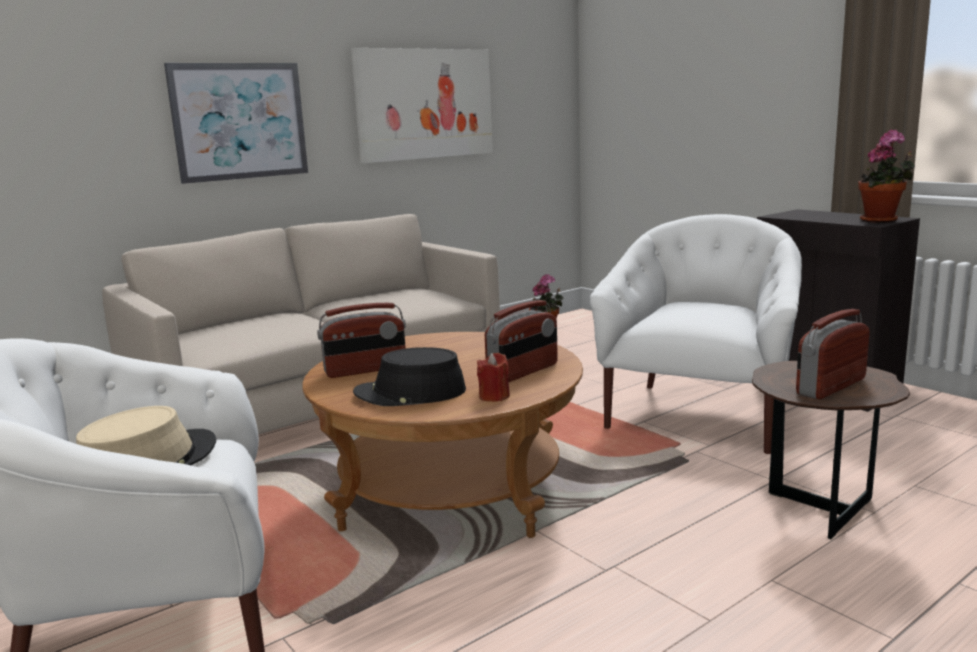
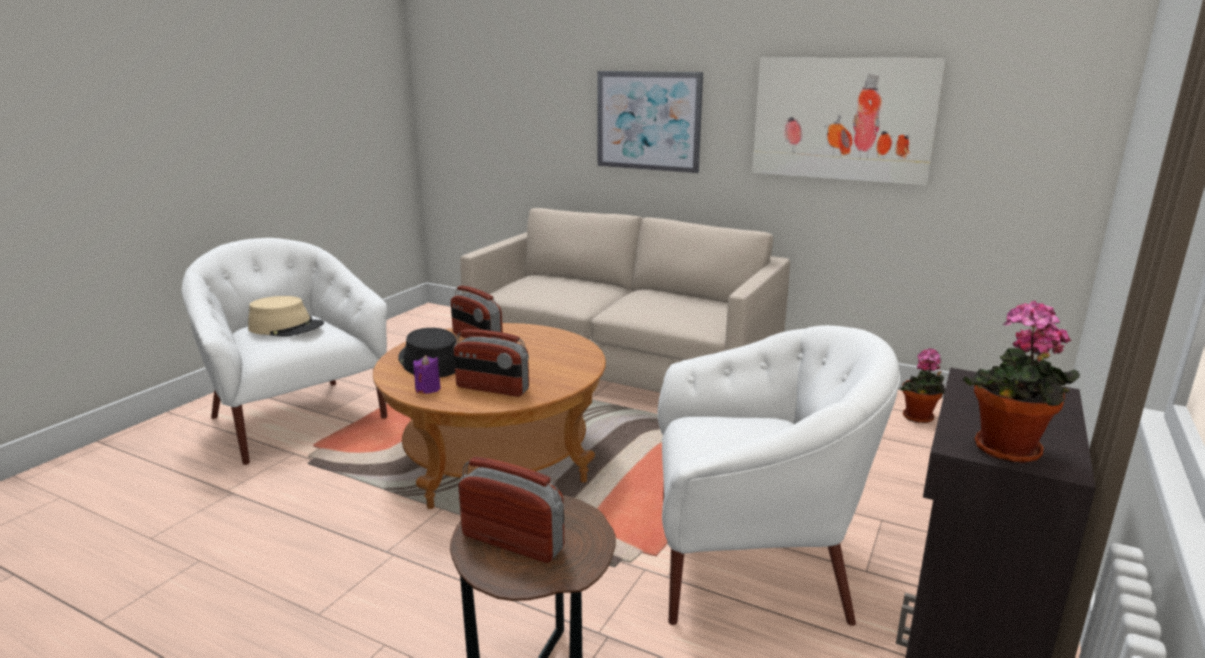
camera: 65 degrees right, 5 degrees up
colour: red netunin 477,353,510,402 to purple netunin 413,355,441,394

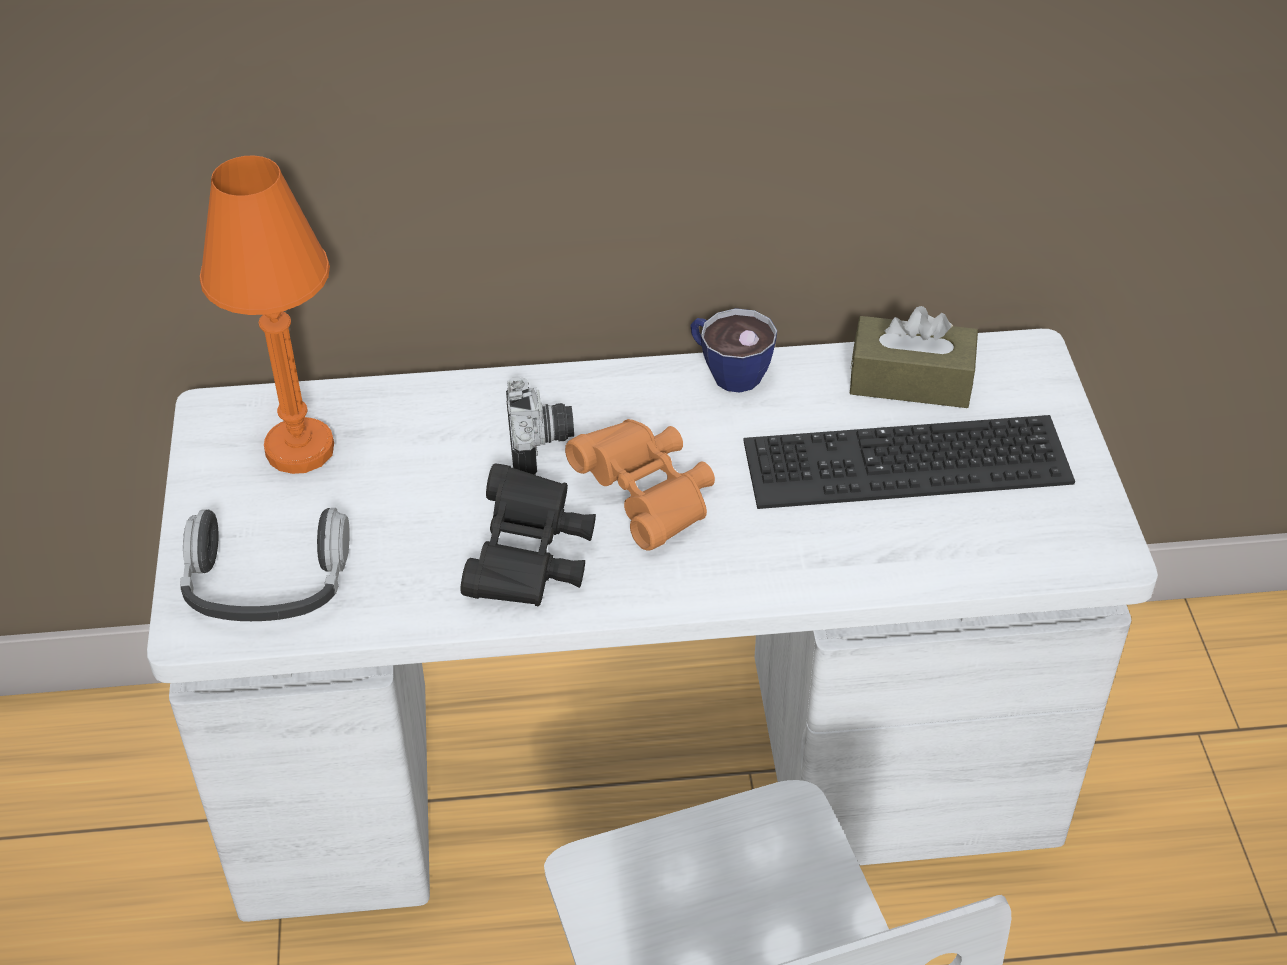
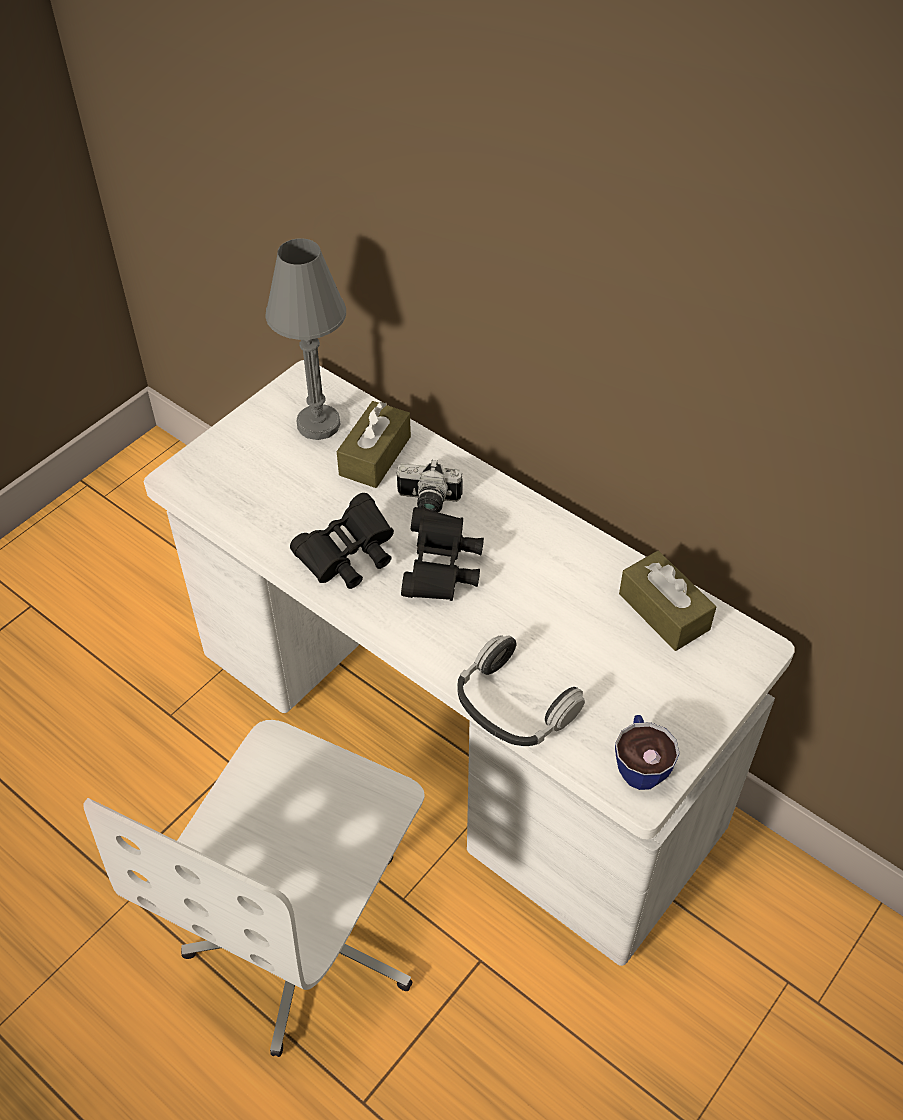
camera: 45 degrees right, 5 degrees up
missing: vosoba 744,415,1075,509
appeared: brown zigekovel 337,401,411,488
relocated: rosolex 180,508,350,621 to 458,635,585,746; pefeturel 690,308,777,393 to 615,715,680,790
colour: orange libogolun 200,156,334,474 to grey libogolun 265,238,346,440; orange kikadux 565,419,715,551 to black kikadux 401,507,484,601
spun: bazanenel 506,377,574,475 = 397,459,463,513 60 degrees clockwise

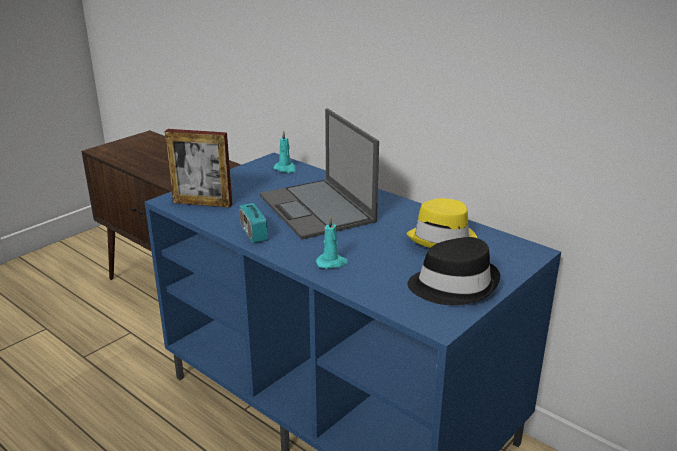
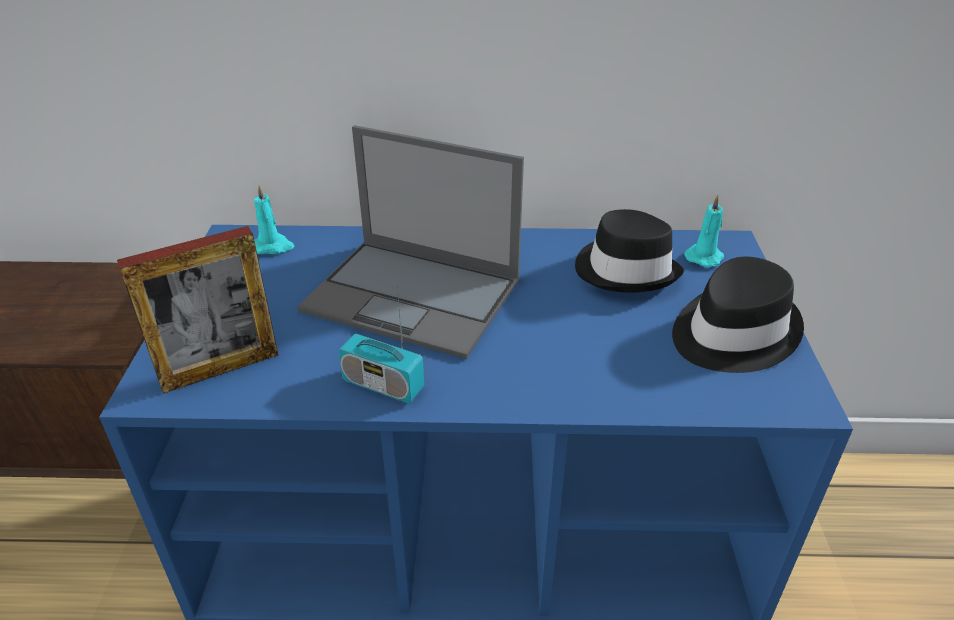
camera: 40 degrees left, 10 degrees up
relocated: turquoise netunin 316,216,348,269 to 684,195,724,267
colour: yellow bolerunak 406,198,477,248 to black bolerunak 575,209,684,292

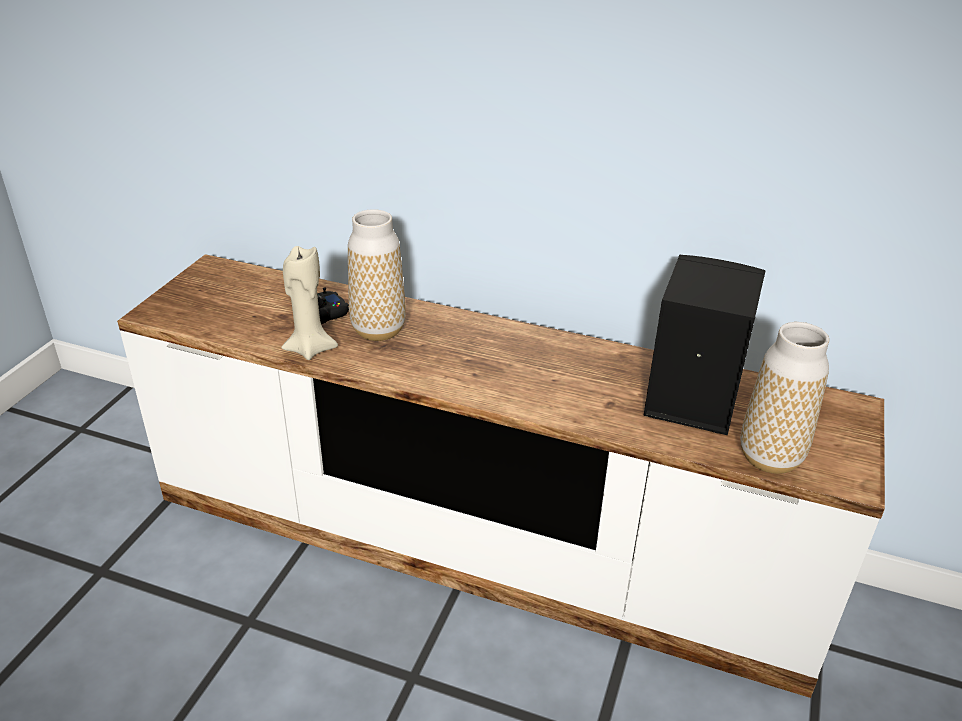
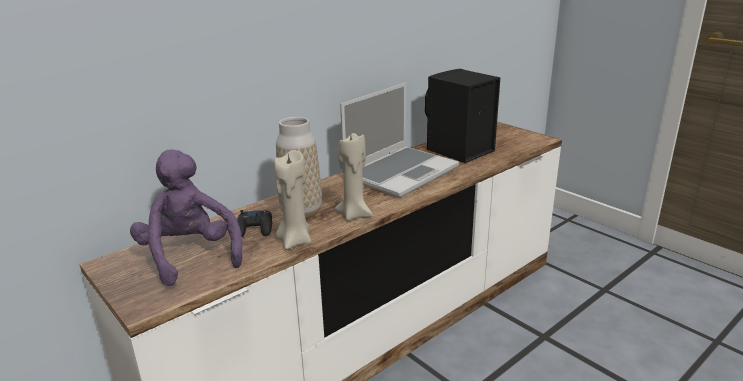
camera: 60 degrees left, 10 degrees down
missing: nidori 740,322,829,474
appeared: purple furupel 130,149,243,286; beige netunin 335,133,373,221; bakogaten 340,82,459,198

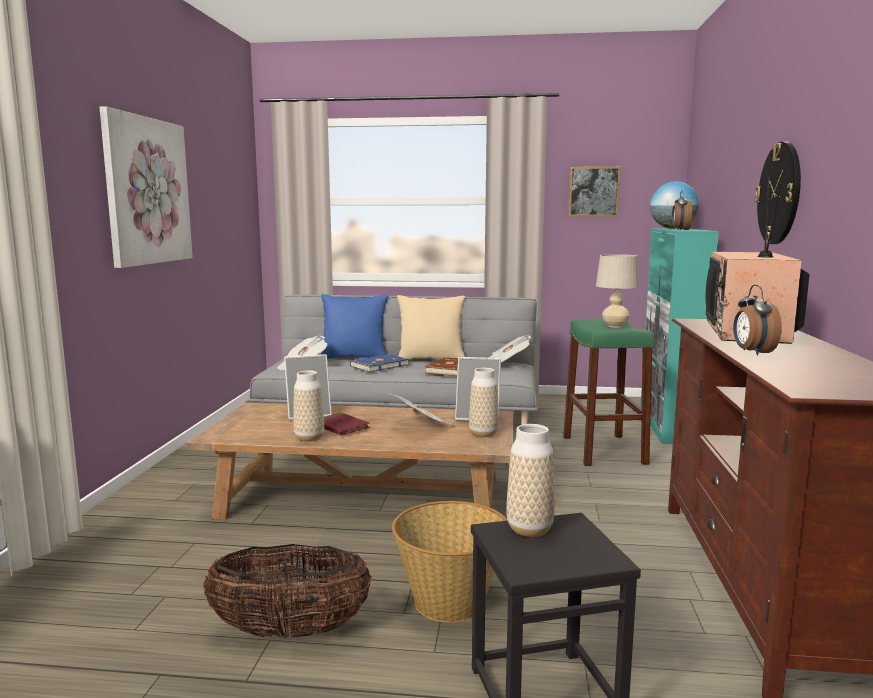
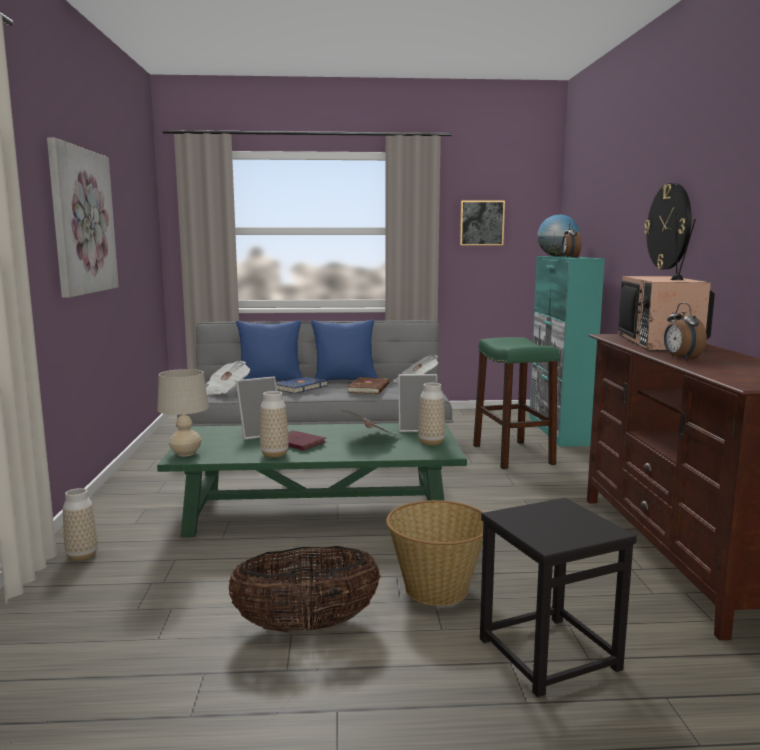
camera: 10 degrees left, 0 degrees up
relocated: nidori 506,424,555,537 to 63,488,98,561; beige libogolun 596,254,639,327 to 157,369,209,457
colour: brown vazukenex 187,403,514,520 to green vazukenex 157,422,467,537; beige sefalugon 397,295,465,360 to blue sefalugon 311,320,378,381

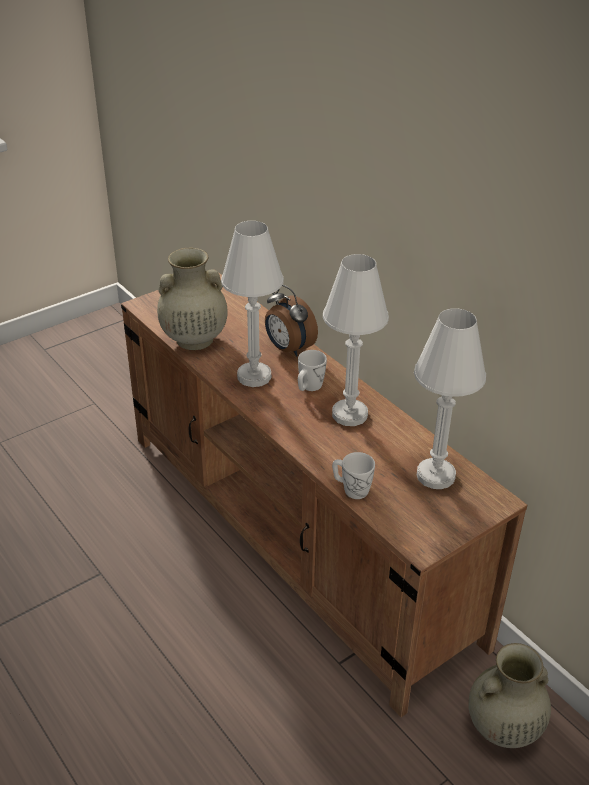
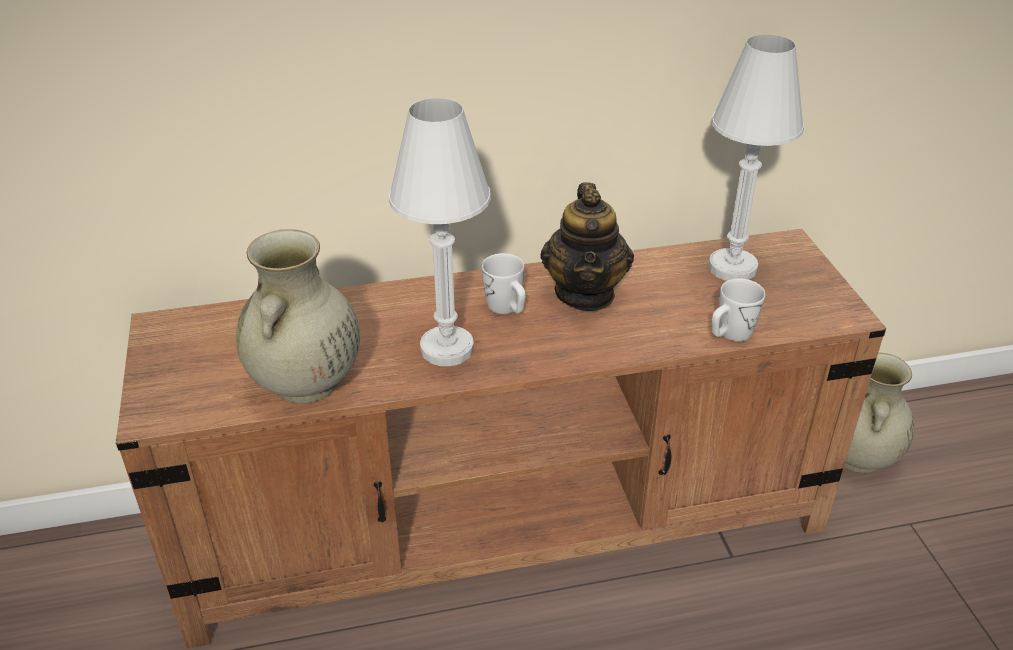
camera: 65 degrees left, 0 degrees up
missing: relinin 265,285,318,357
exchanged: white libogolun 323,254,389,426 to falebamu 540,182,634,311

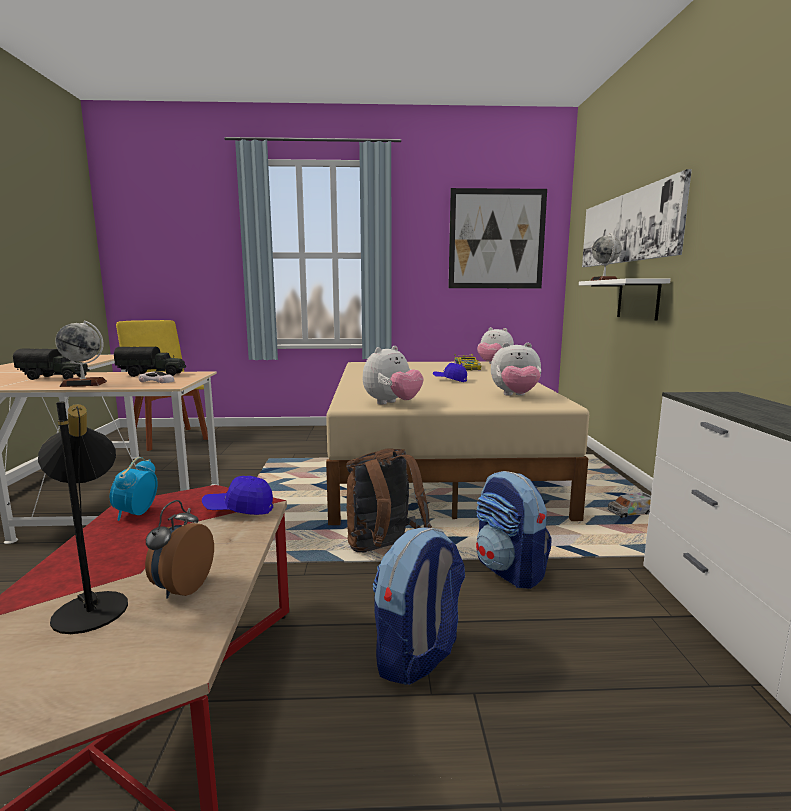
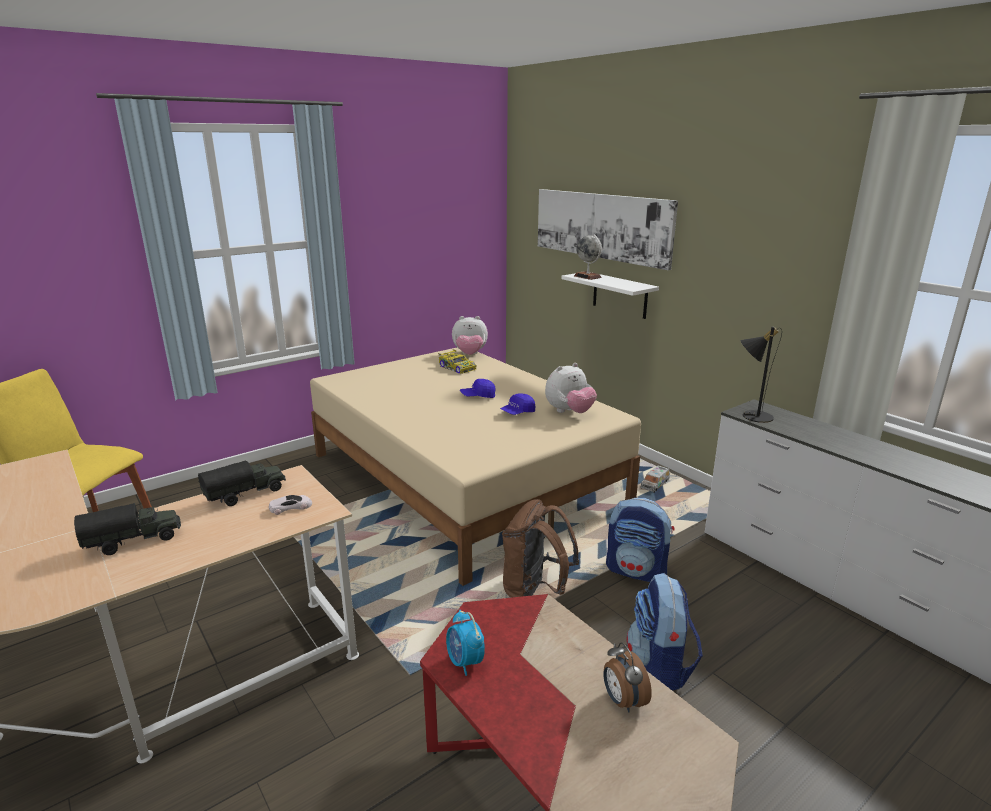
camera: 35 degrees left, 10 degrees up
missing: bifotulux 55,321,107,387; furupel 363,346,424,405; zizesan 448,188,547,288
relocated: black libogolun 38,402,128,634 to 740,327,782,423; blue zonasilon 202,476,273,515 to 500,393,535,415

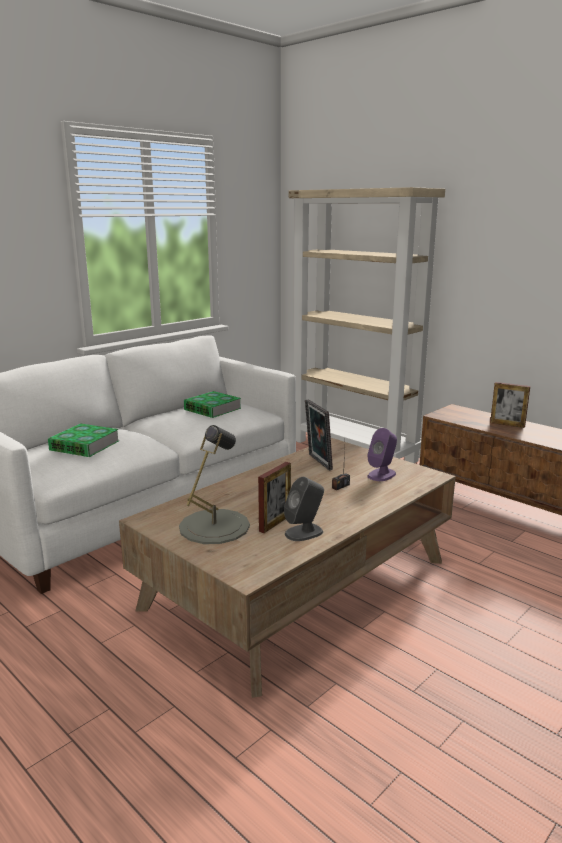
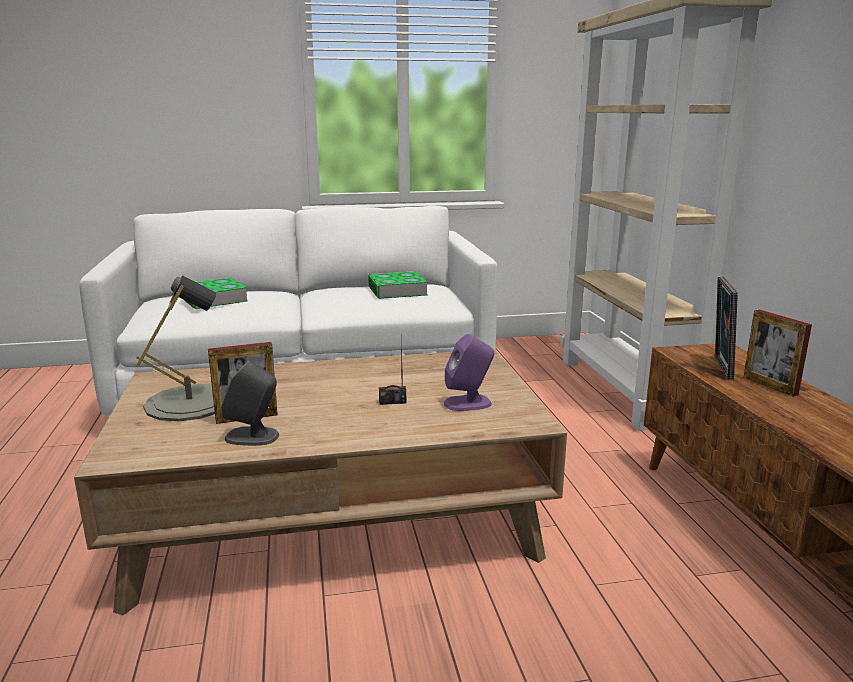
camera: 35 degrees right, 0 degrees up
relocated: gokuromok 305,399,333,470 to 715,277,738,380

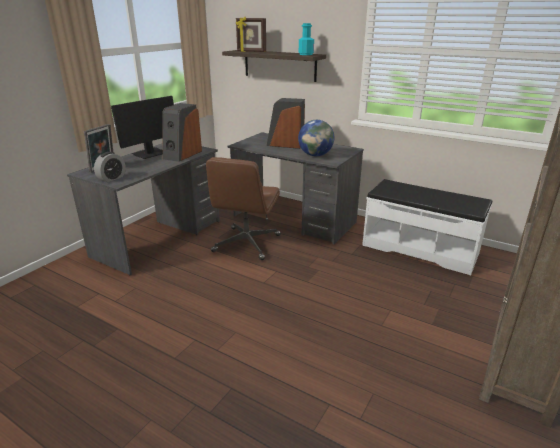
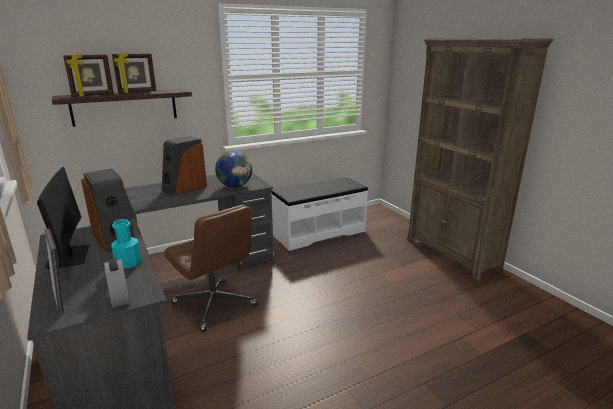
camera: 60 degrees left, 5 degrees down
appeared: gokuromok 112,53,156,93
relocated: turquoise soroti 299,23,314,55 to 111,219,141,268

